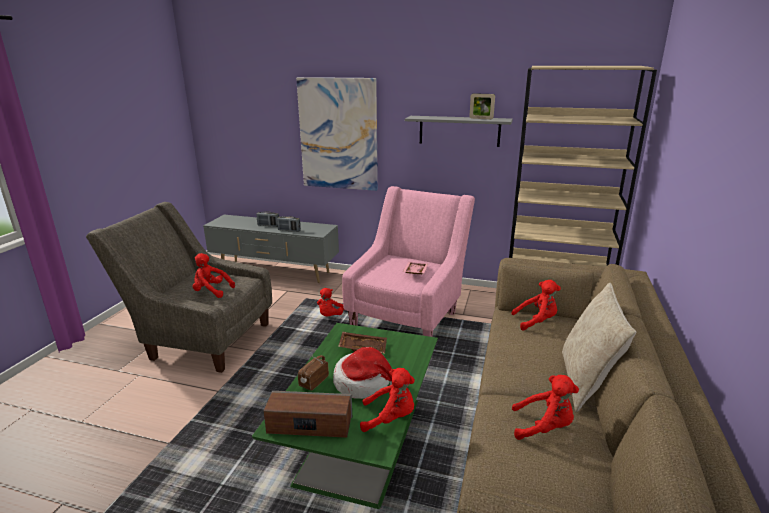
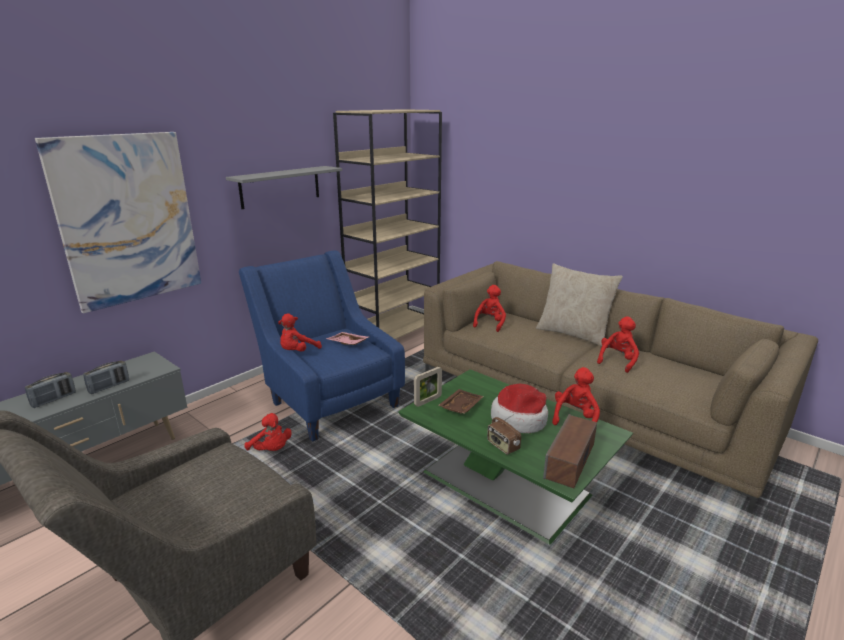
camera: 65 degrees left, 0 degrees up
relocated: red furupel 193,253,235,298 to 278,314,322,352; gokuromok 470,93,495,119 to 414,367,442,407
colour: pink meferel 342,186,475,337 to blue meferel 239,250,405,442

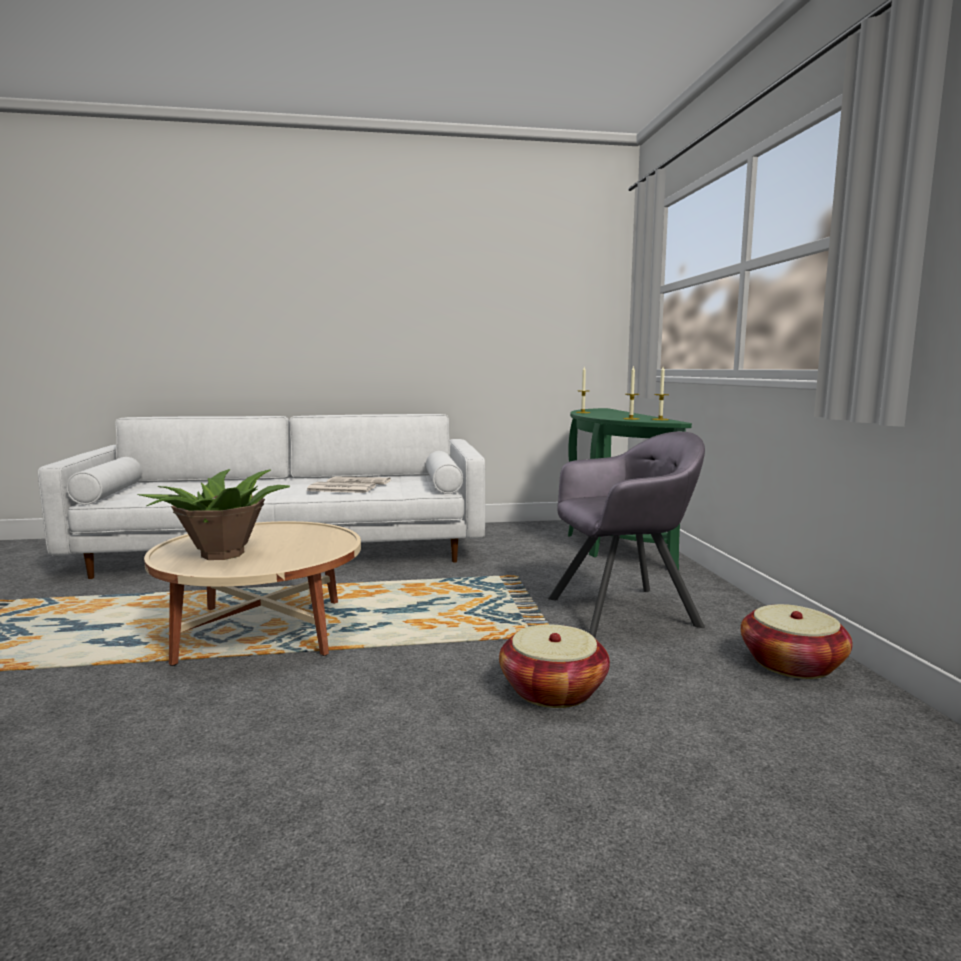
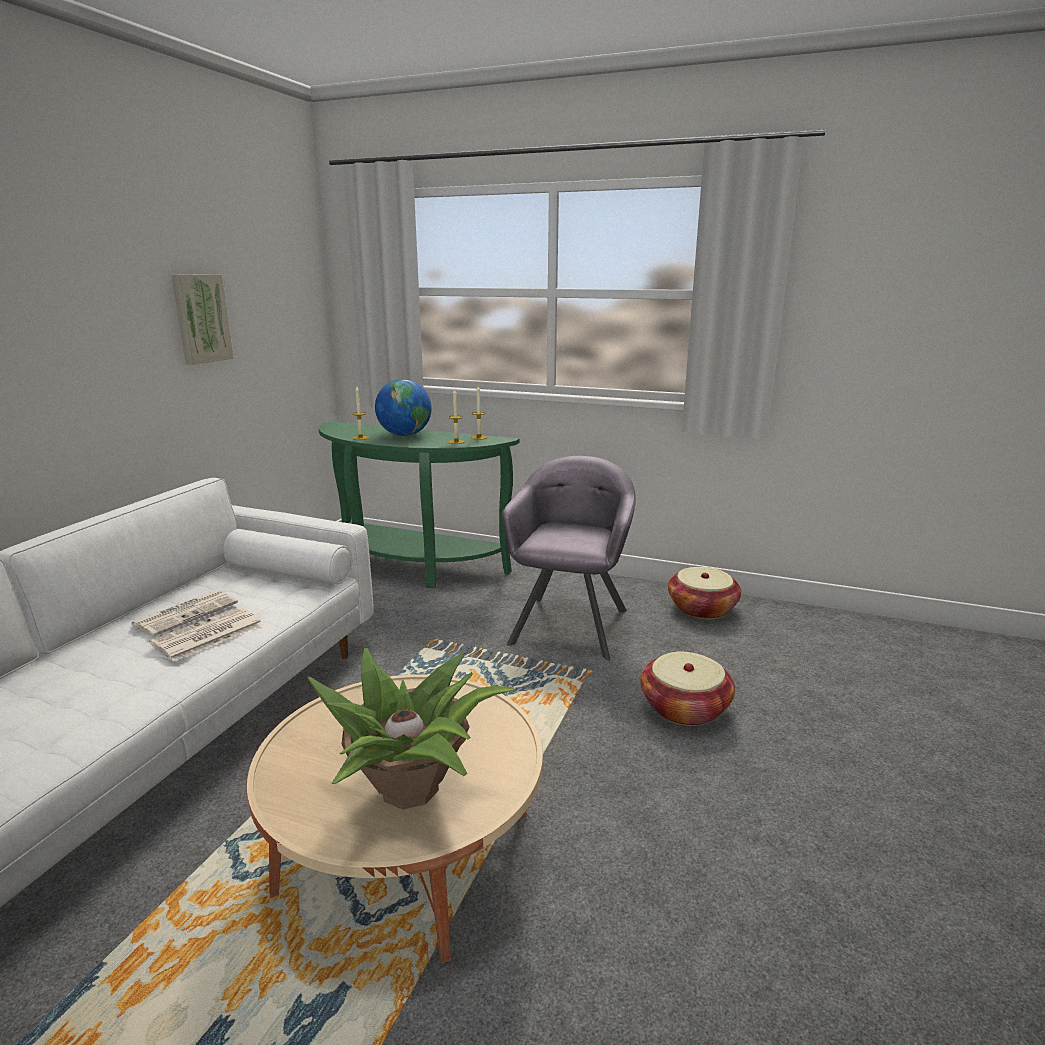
camera: 60 degrees left, 10 degrees up
appeared: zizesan 171,274,234,365; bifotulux 375,379,432,436

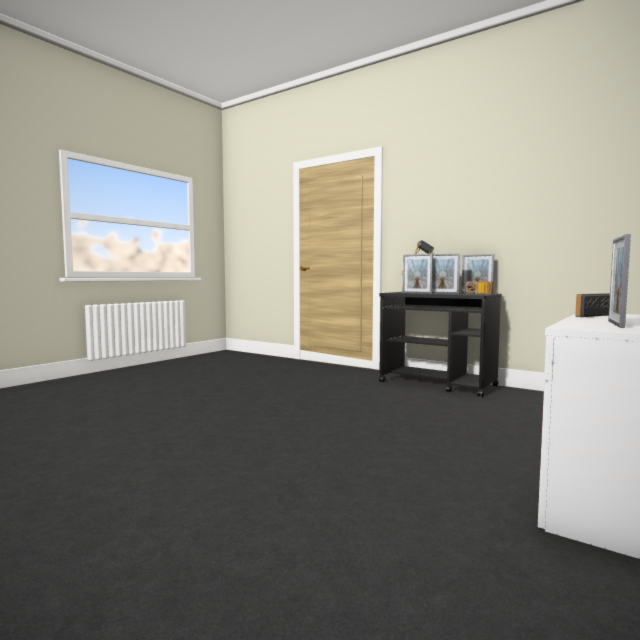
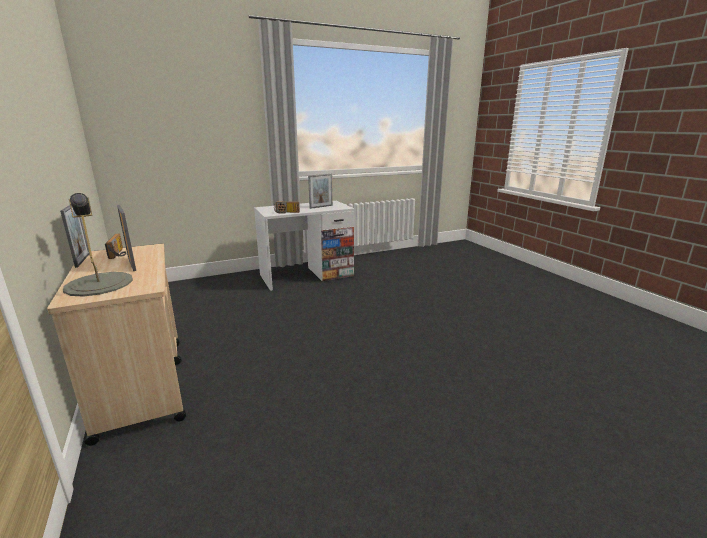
camera: 150 degrees left, 15 degrees up
missing: gokuromok 403,254,433,294
colour: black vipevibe 379,292,502,397 to beige vipevibe 47,243,186,446

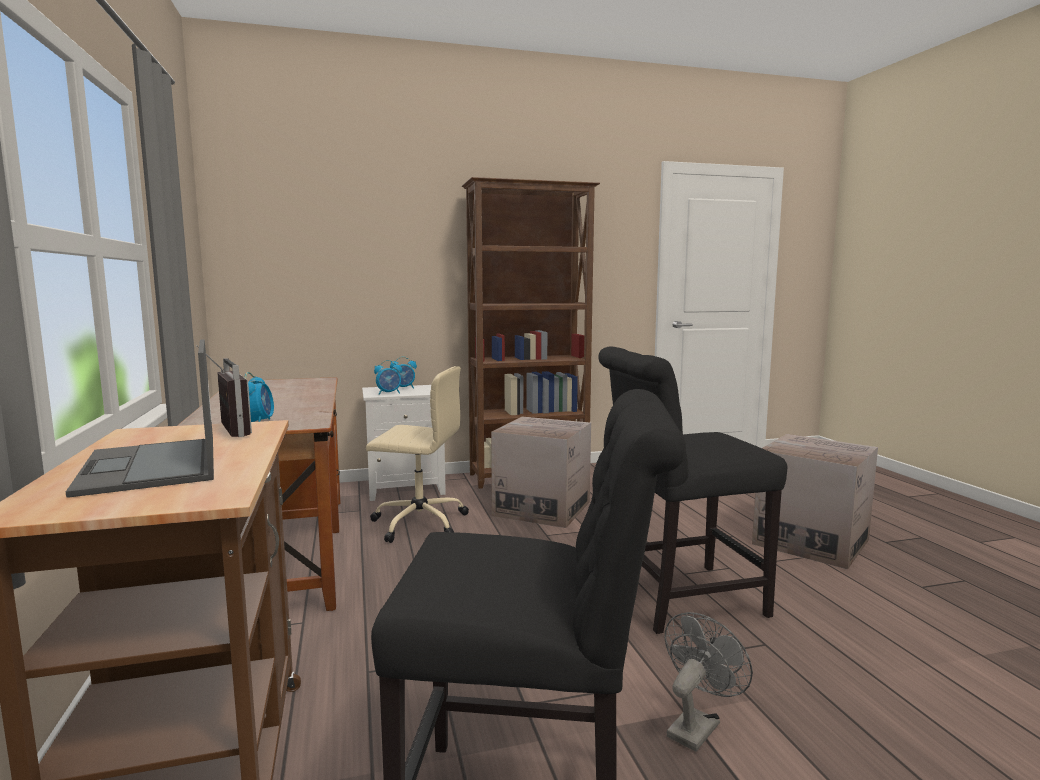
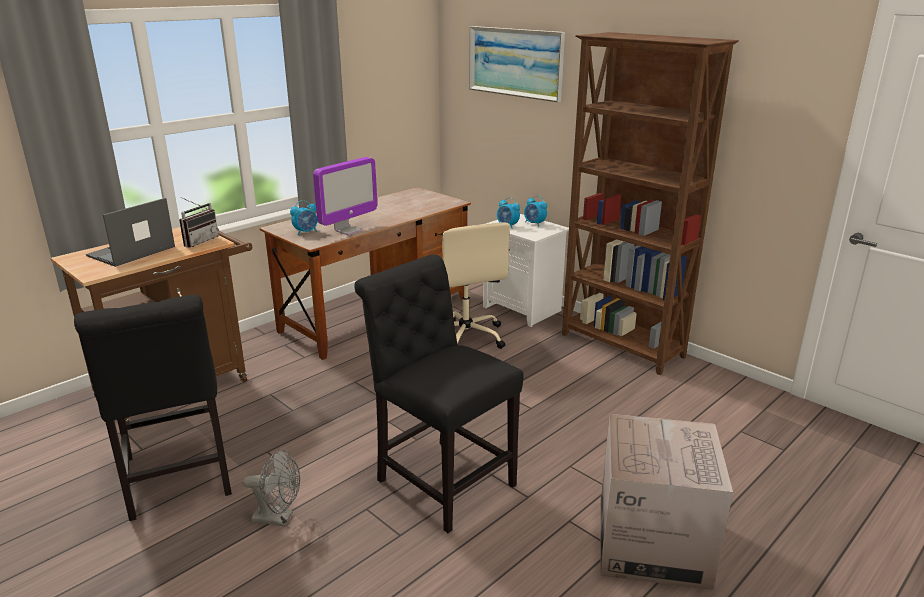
camera: 60 degrees right, 15 degrees up
missing: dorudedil 491,417,591,528
appeared: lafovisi 313,157,377,235; zizesan 469,26,565,102

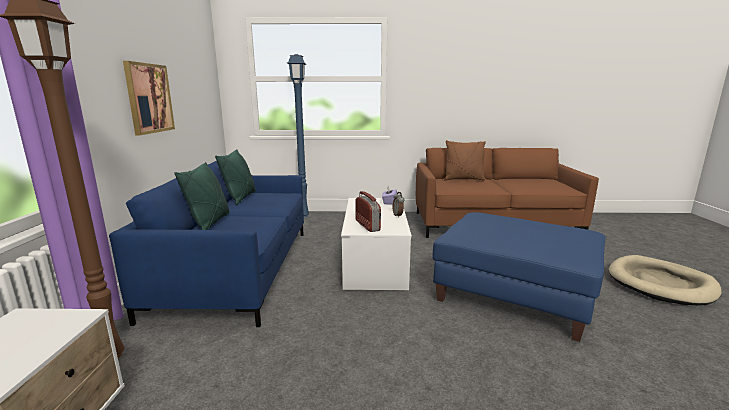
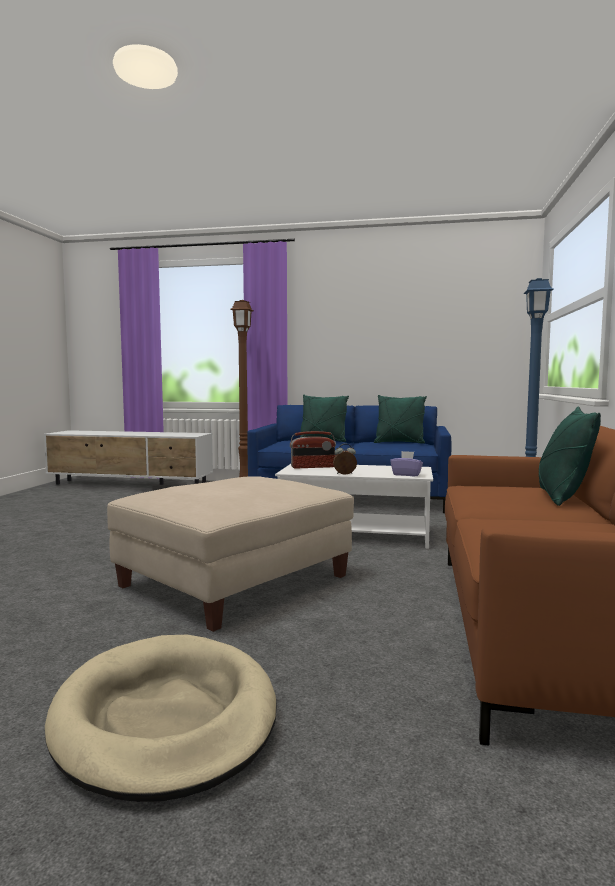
camera: 100 degrees right, 10 degrees down
missing: zizesan 123,61,175,135
colour: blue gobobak 433,212,605,342 to beige gobobak 107,476,354,632; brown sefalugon 444,140,486,180 to green sefalugon 539,407,601,506

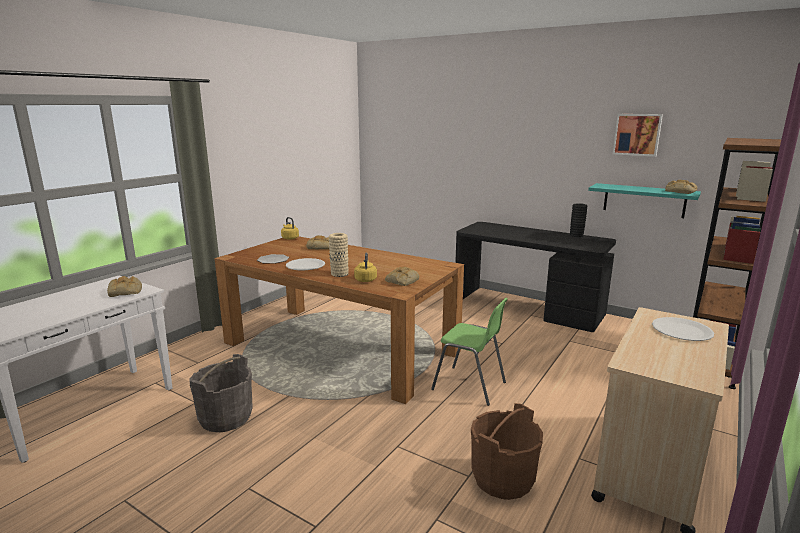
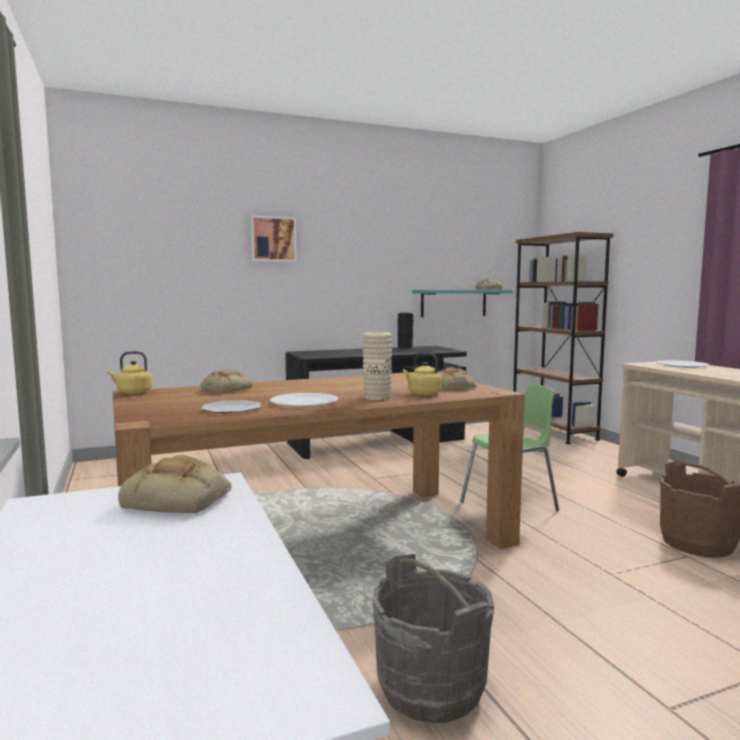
camera: 55 degrees left, 10 degrees down
relocated: zizesan 613,114,663,157 to 250,215,297,262

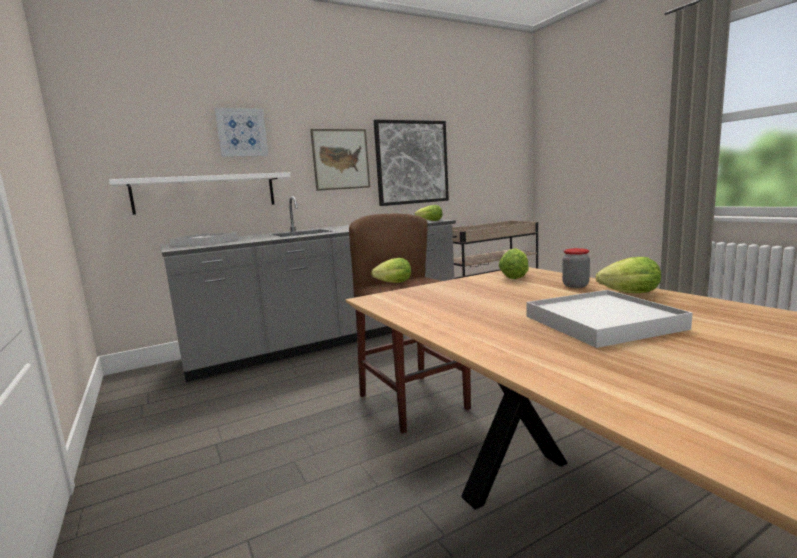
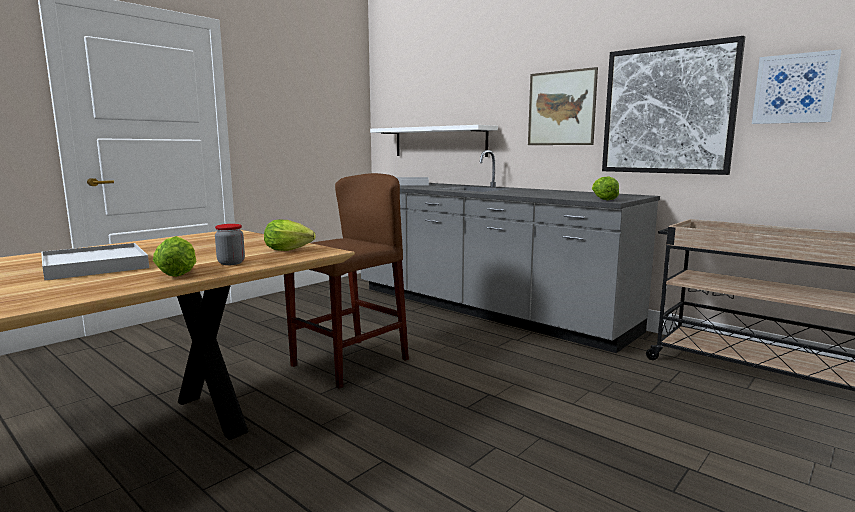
camera: 70 degrees right, 0 degrees up
missing: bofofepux 371,258,411,283
relocated: zizesan 215,108,269,157 to 752,49,842,124

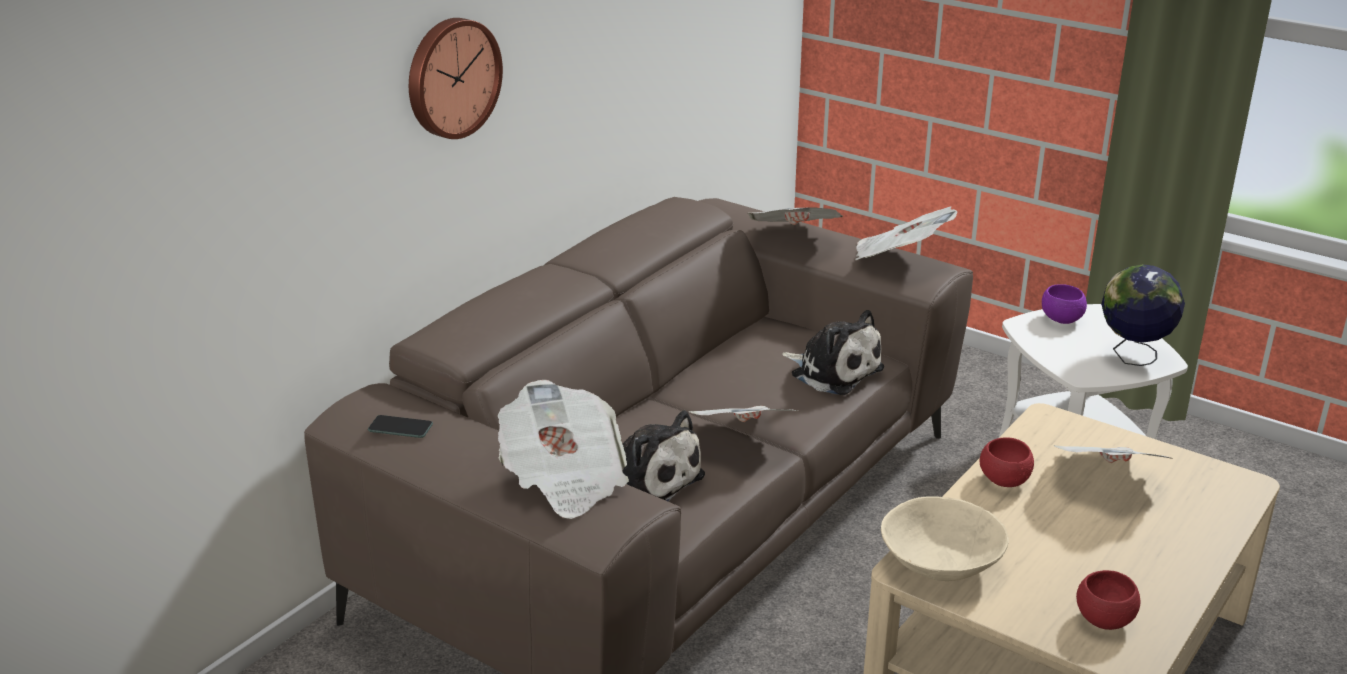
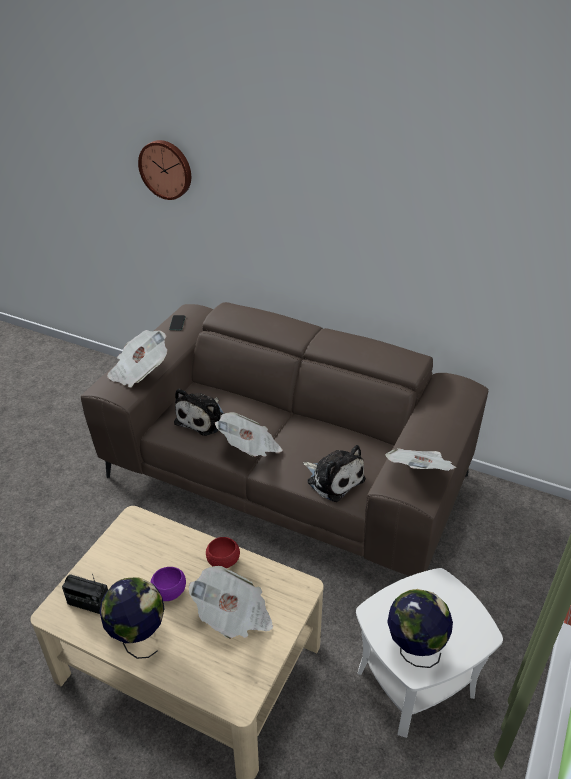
camera: 80 degrees right, 10 degrees up
missing: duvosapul 748,207,843,225; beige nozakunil 881,496,1009,581
appeared: bifotulux 99,577,165,659
relocated: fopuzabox 409,18,503,139 to 138,140,191,200; purple nozakunil 1042,284,1087,324 to 151,567,186,601
exchanged: red nozakunil 1076,570,1140,630 to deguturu 62,574,108,614
spun: furupel 779,310,884,395 = 303,445,366,502 75 degrees counterclockwise

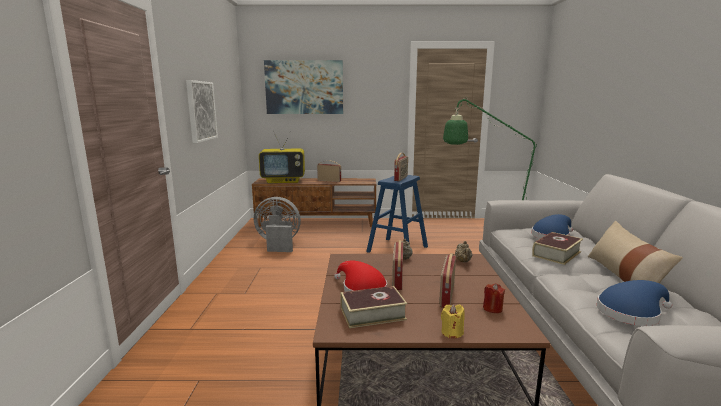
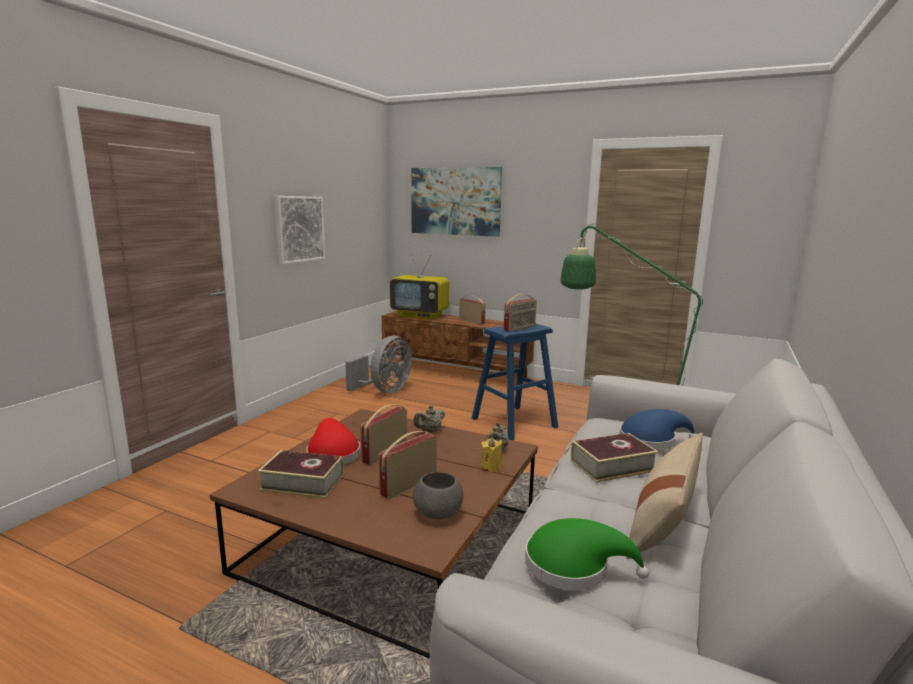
camera: 25 degrees right, 0 degrees up
relocated: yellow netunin 441,304,465,338 to 481,438,503,472
exchanged: red netunin 483,283,505,313 to grey nozakunil 413,472,463,519
colour: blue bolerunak 597,280,672,326 to green bolerunak 525,518,649,590
spun: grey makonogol 254,197,301,252 = 345,336,412,393 90 degrees clockwise

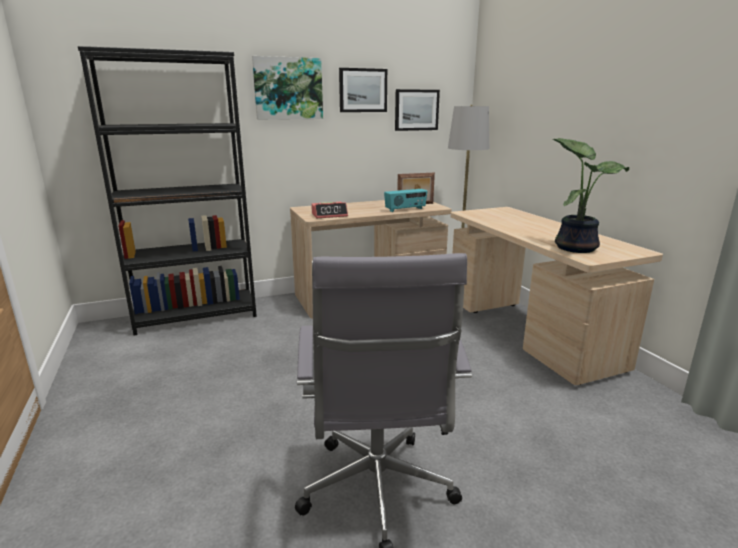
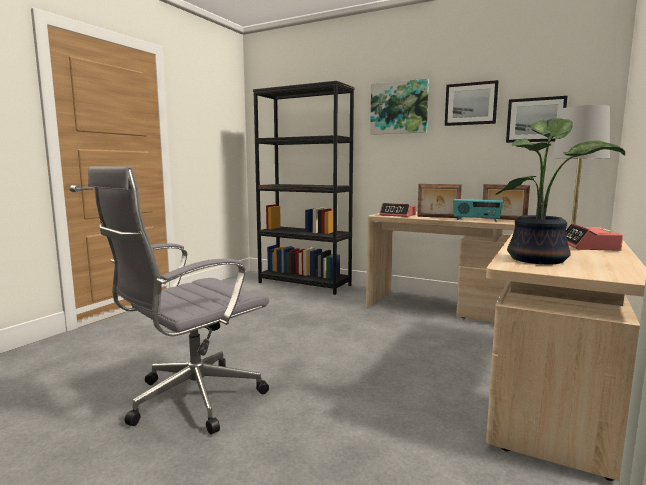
camera: 50 degrees right, 10 degrees down
appeared: gokuromok 417,184,462,218; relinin 566,223,623,251

